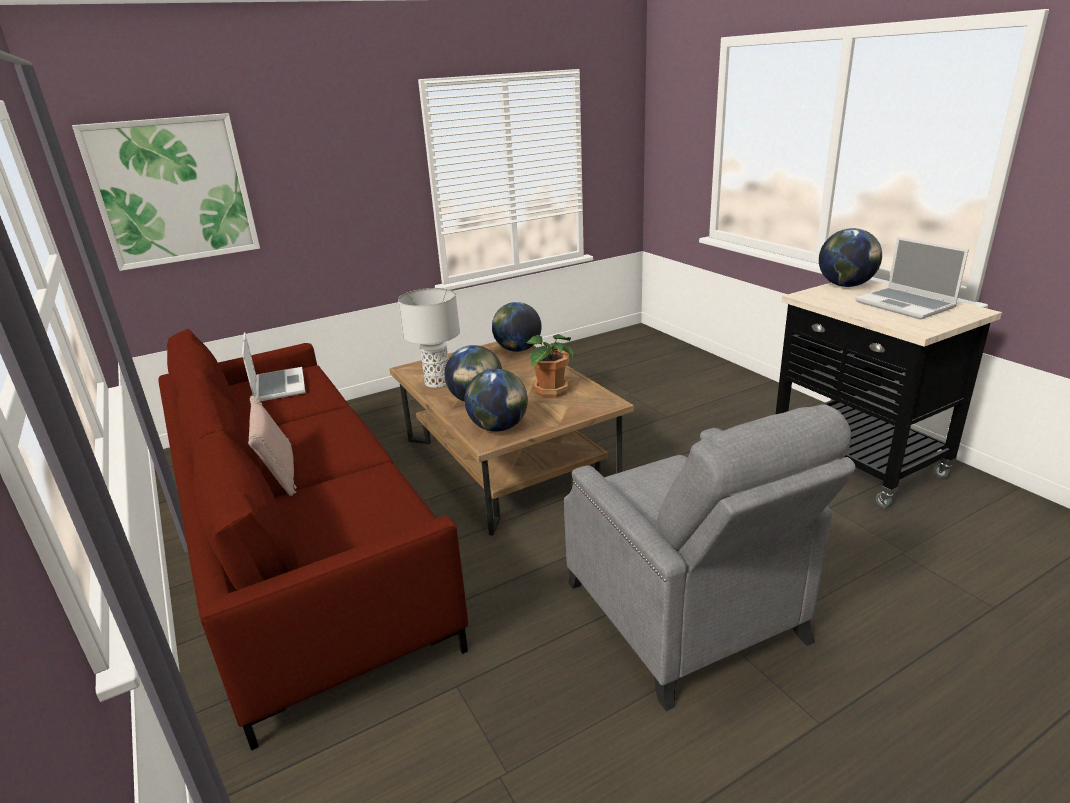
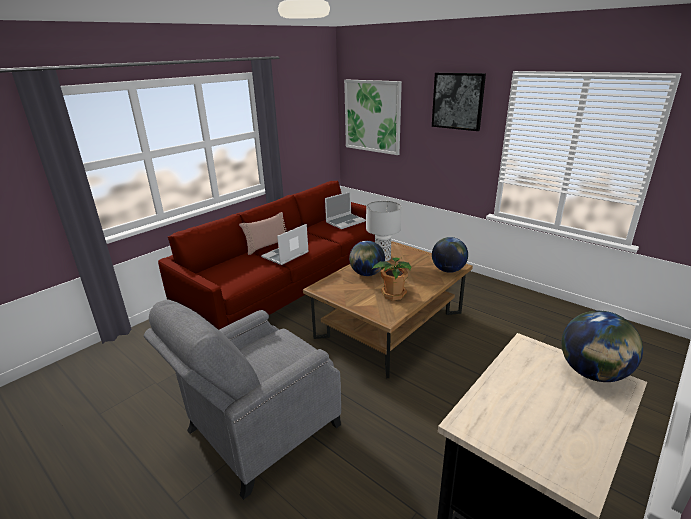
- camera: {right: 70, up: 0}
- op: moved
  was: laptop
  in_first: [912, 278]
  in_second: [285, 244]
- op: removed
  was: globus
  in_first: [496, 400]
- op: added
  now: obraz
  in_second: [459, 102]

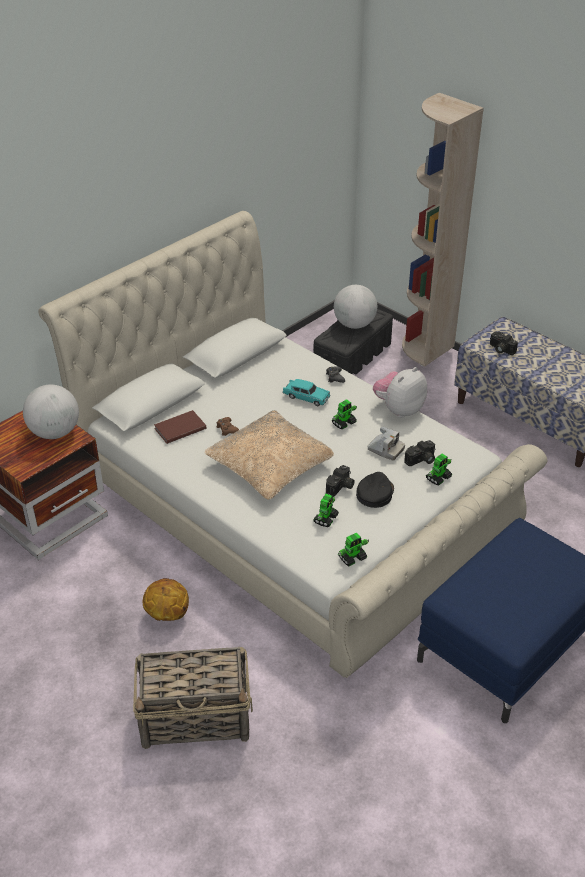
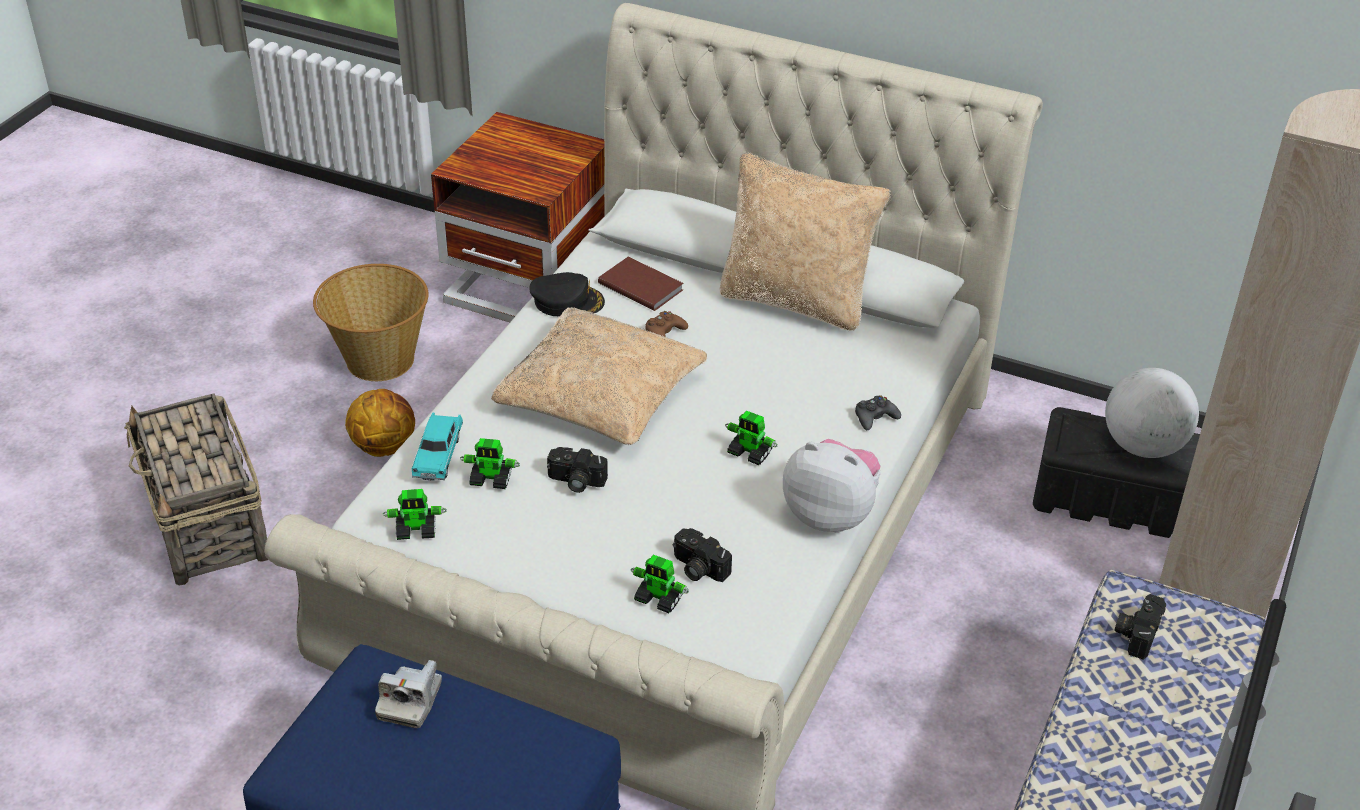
- camera: {right: 70, up: 0}
- op: moved
  was: samochodzik [turkusowy]
  in_first: [306, 392]
  in_second: [437, 446]
- op: removed
  was: globus
  in_first: [51, 412]
- op: moved
  was: aparat fotograficzny
  in_first: [386, 443]
  in_second: [408, 694]
- op: moved
  was: czapka z daszkiem [czarny]
  in_first: [375, 490]
  in_second: [567, 294]
- op: turned
  was: robot zabawkowy
  in_first: [353, 549]
  in_second: [415, 514]
  clockwise: -45
- op: added
  now: poduszka [beżowy]
  in_second: [805, 242]
- op: added
  now: koszyk
  in_second: [370, 322]

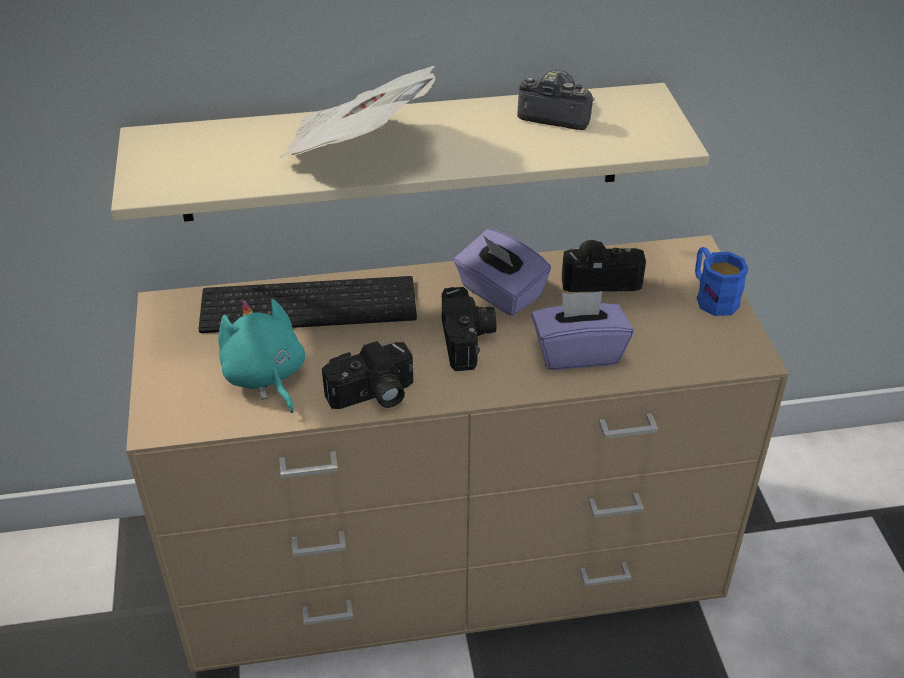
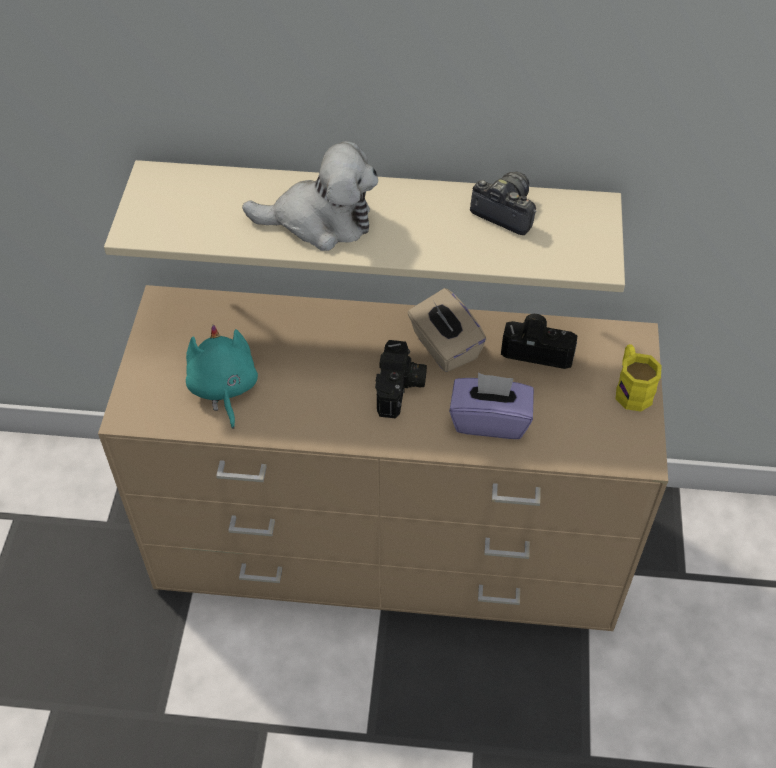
- camera: {right: 15, up: 10}
- op: replaced
  was: gazeta
  now: pluszak
  in_first: [357, 112]
  in_second: [310, 196]
- op: recoloured
  was: pudełko chusteczek [fioletowy]
  now: pudełko chusteczek [beżowy]
  in_first: [502, 272]
  in_second: [446, 330]
- op: recoloured
  was: kubek [niebieski]
  now: kubek [żółty]
  in_first: [721, 281]
  in_second: [639, 378]
- op: removed
  was: klawiatura
  in_first: [308, 304]
- op: removed
  was: aparat fotograficzny
  in_first: [367, 375]

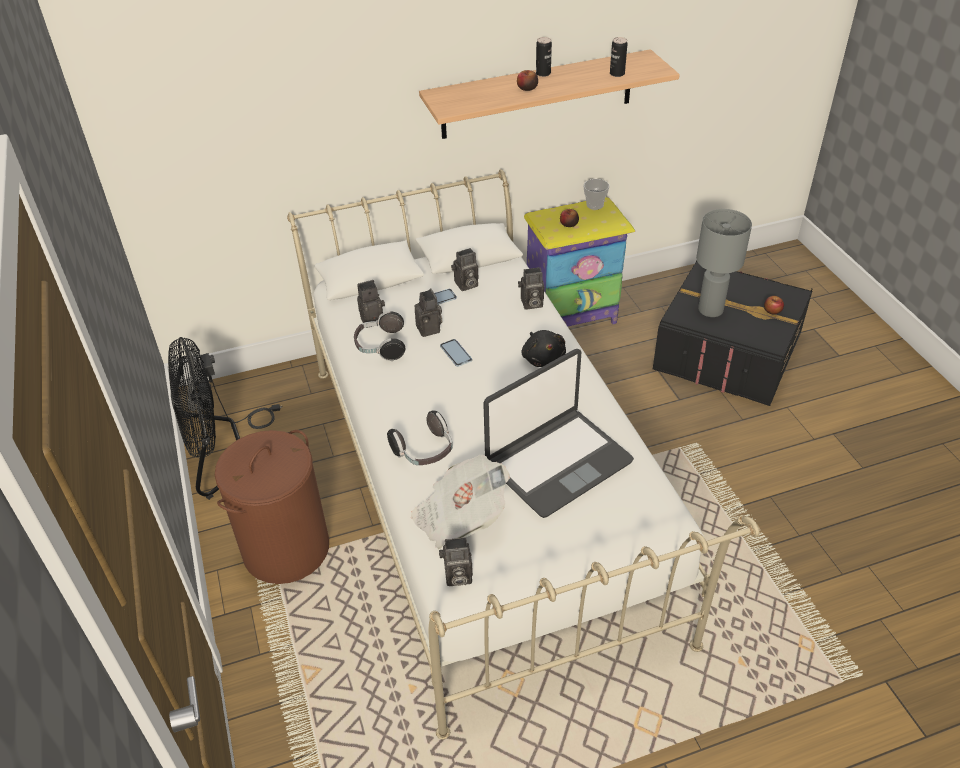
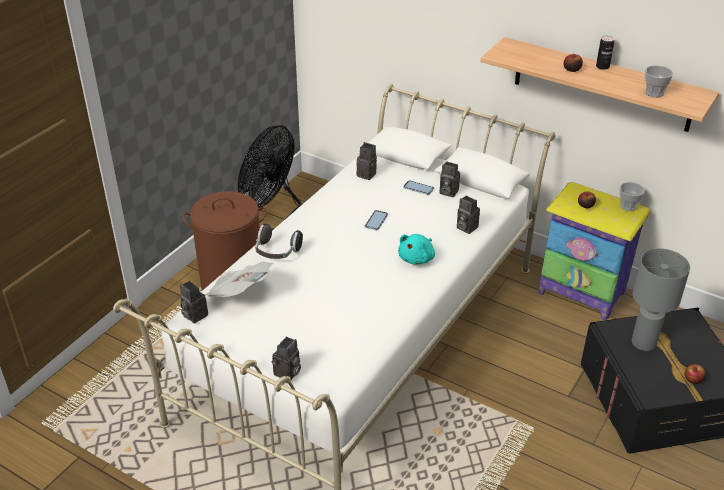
- camera: {right: 50, up: -5}
- op: replaced
  was: puszka
  now: filiżanka
  in_first: [619, 57]
  in_second: [659, 81]
- op: moved
  was: aparat fotograficzny
  in_first: [428, 312]
  in_second: [286, 358]
- op: removed
  was: słuchawki
  in_first: [379, 336]
- op: recoloured
  was: pluszak [czarny]
  now: pluszak [turkusowy]
  in_first: [543, 348]
  in_second: [416, 249]
- op: removed
  was: laptop
  in_first: [558, 433]

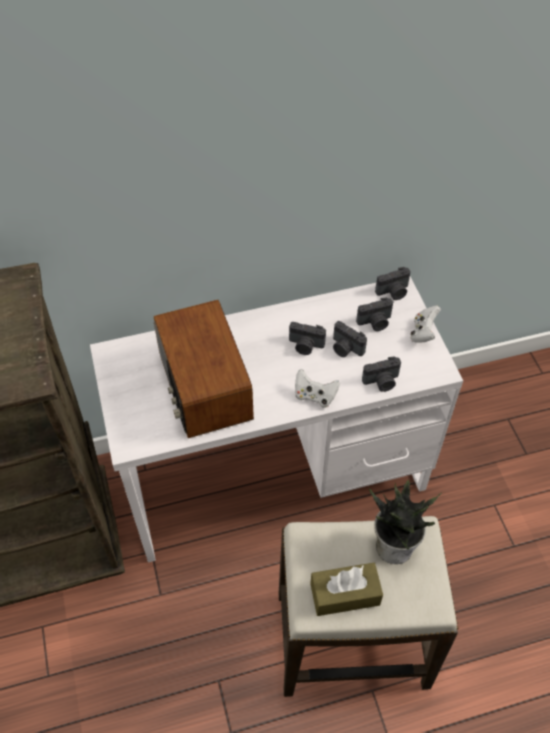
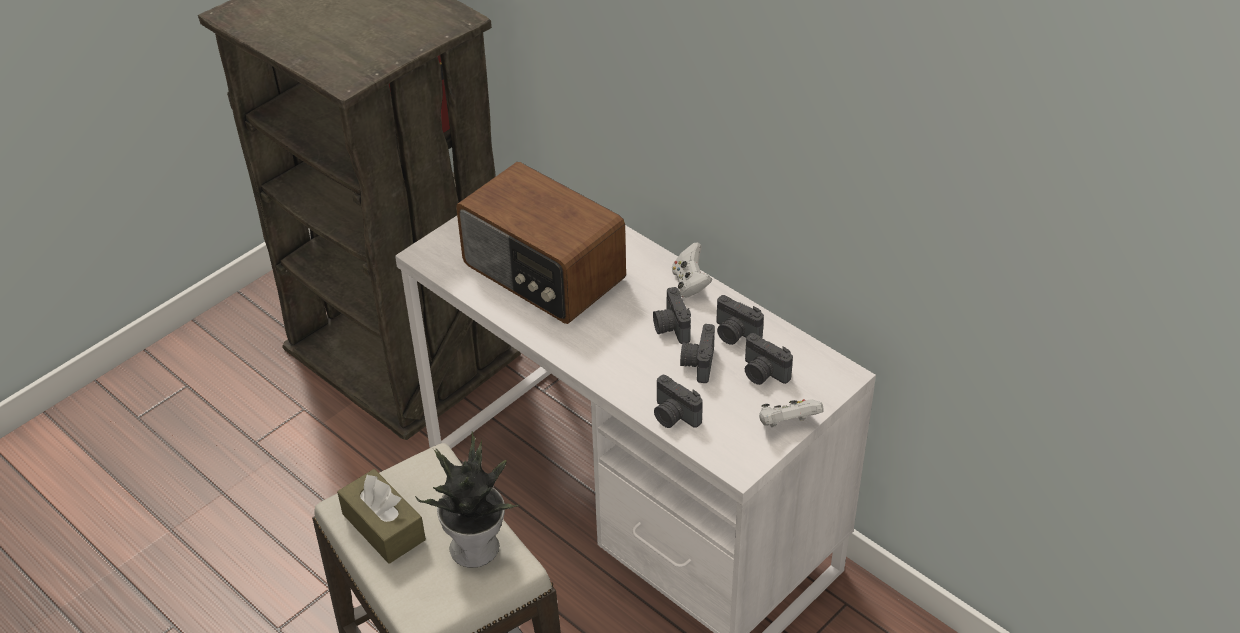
- camera: {right: 60, up: -10}
- op: moved
  was: aparat fotograficzny
  in_first: [393, 283]
  in_second: [740, 320]
- op: turned
  was: radio
  in_first: [204, 369]
  in_second: [541, 243]
  clockwise: -90
- op: moved
  was: pad do gier [biały]
  in_first: [317, 388]
  in_second: [692, 270]

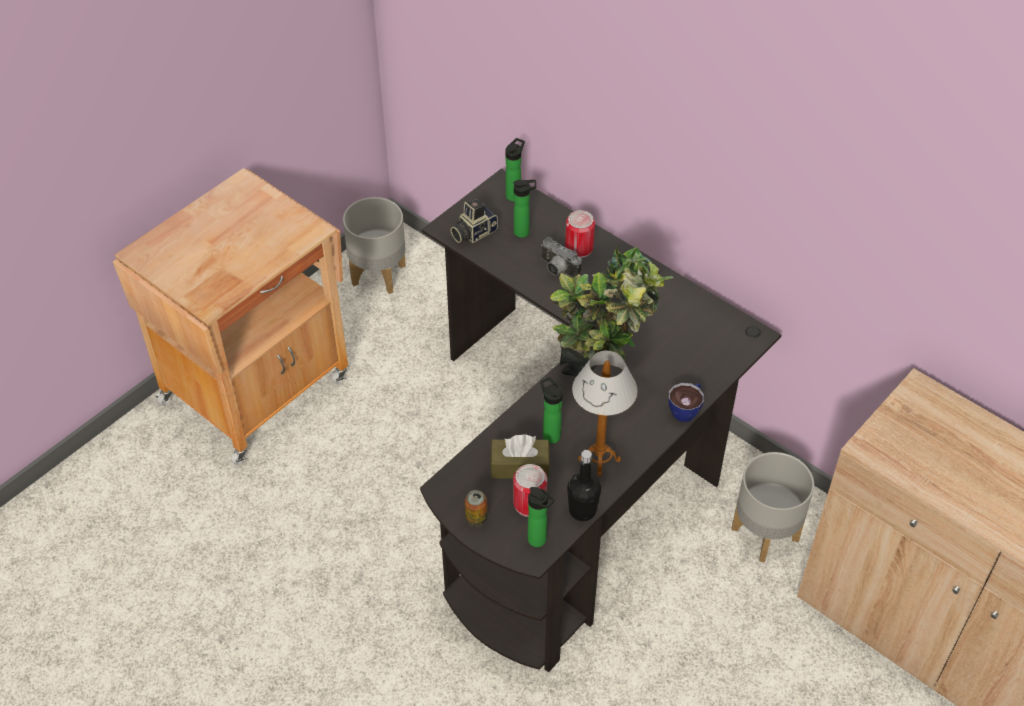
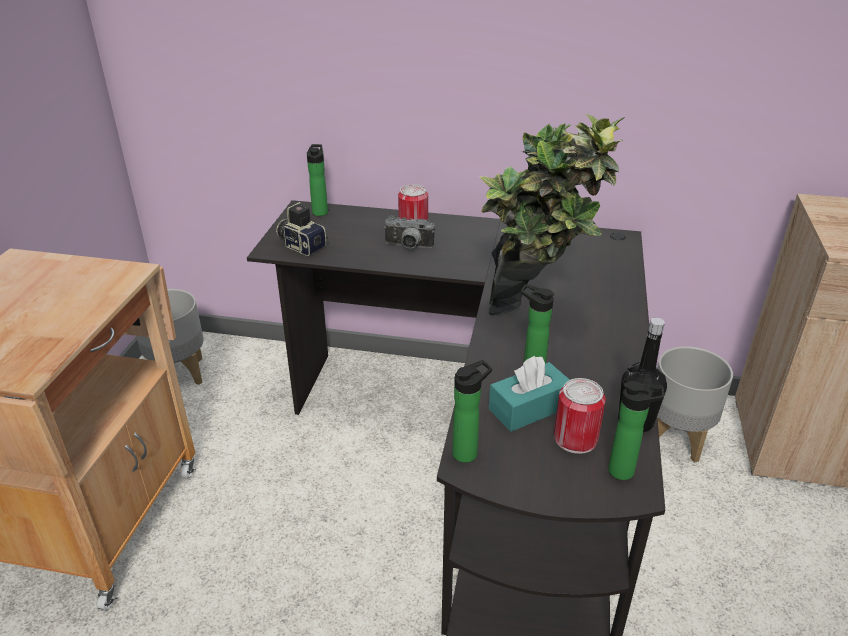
- camera: {right: -30, up: -15}
- op: moved
  was: butelka
  in_first: [524, 209]
  in_second: [472, 411]
- op: turned
  was: aparat fotograficzny
  in_first: [474, 221]
  in_second: [302, 229]
  clockwise: 105
- op: removed
  was: lampa stołowa
  in_first: [605, 413]
- op: removed
  was: filiżanka
  in_first: [686, 402]
- op: recoloured
  was: pudełko chusteczek [brązowy]
  now: pudełko chusteczek [turkusowy]
  in_first: [520, 456]
  in_second: [529, 394]
- op: removed
  was: puszka
  in_first: [476, 508]

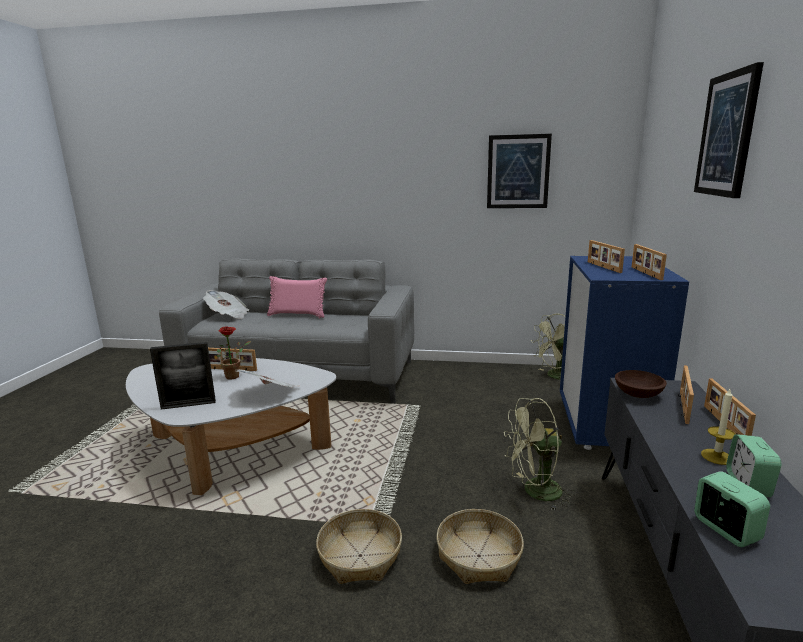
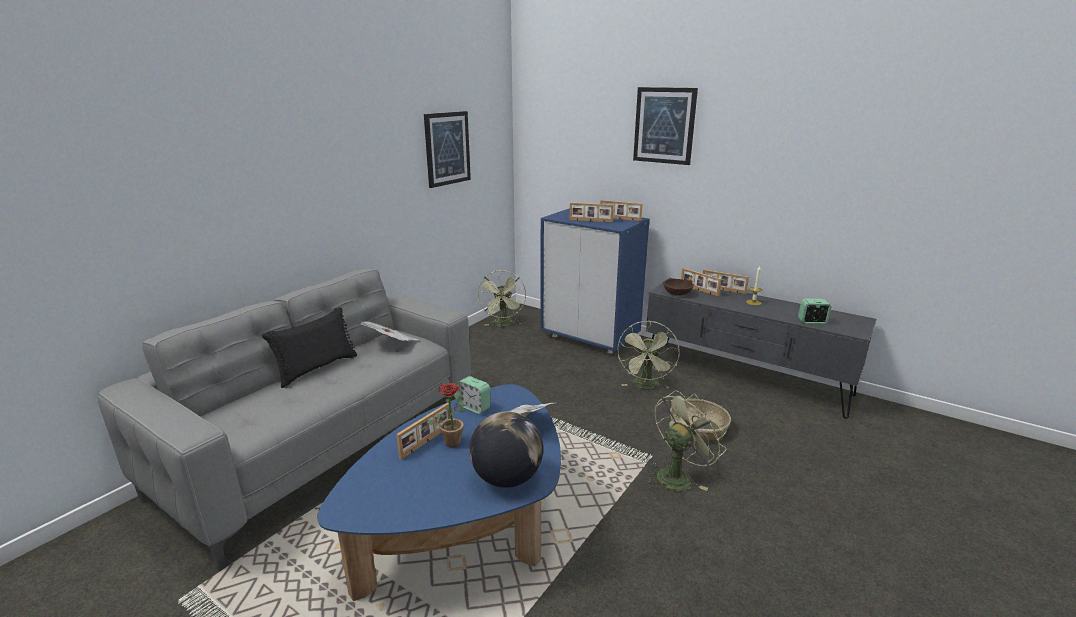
- camera: {right: -65, up: 5}
- op: recoloured
  was: poduszka [różowy]
  now: poduszka [czarny]
  in_first: [297, 297]
  in_second: [309, 347]
- op: moved
  was: gazeta
  in_first: [226, 304]
  in_second: [389, 331]
- op: replaced
  was: ramka na zdjęcie
  now: globus
  in_first: [183, 376]
  in_second: [506, 449]
- op: recoloured
  was: ława [biały]
  now: ława [niebieski]
  in_first: [231, 426]
  in_second: [439, 492]
- op: moved
  was: budzik
  in_first: [753, 465]
  in_second: [474, 395]
- op: replaced
  was: koszyk
  now: wentylator [zielony]
  in_first: [359, 546]
  in_second: [686, 440]

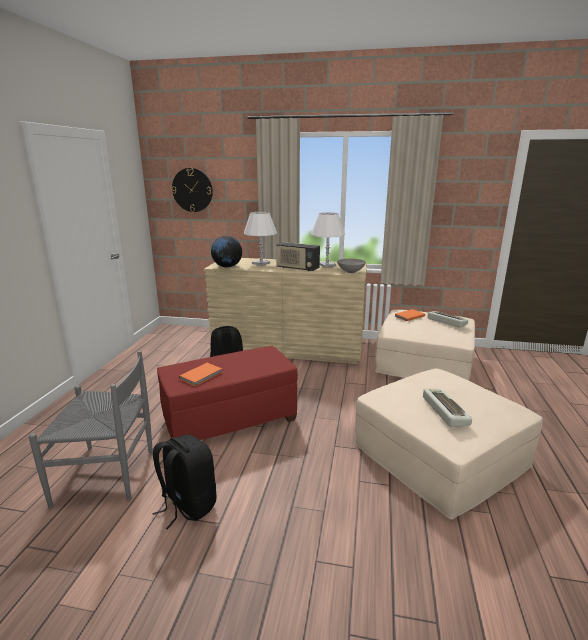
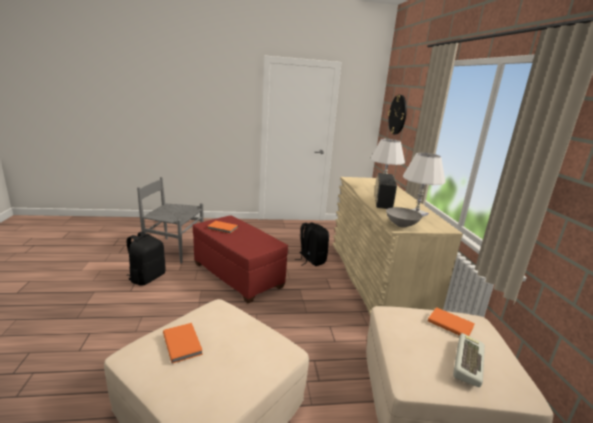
- camera: {right: 70, up: 0}
- op: removed
  was: globus
  in_first: [226, 251]
- op: turned
  was: krzesło [szary]
  in_first: [91, 429]
  in_second: [170, 220]
  clockwise: 120
- op: replaced
  was: klawiatura
  now: książka [pomarańczowy]
  in_first: [447, 407]
  in_second: [183, 343]

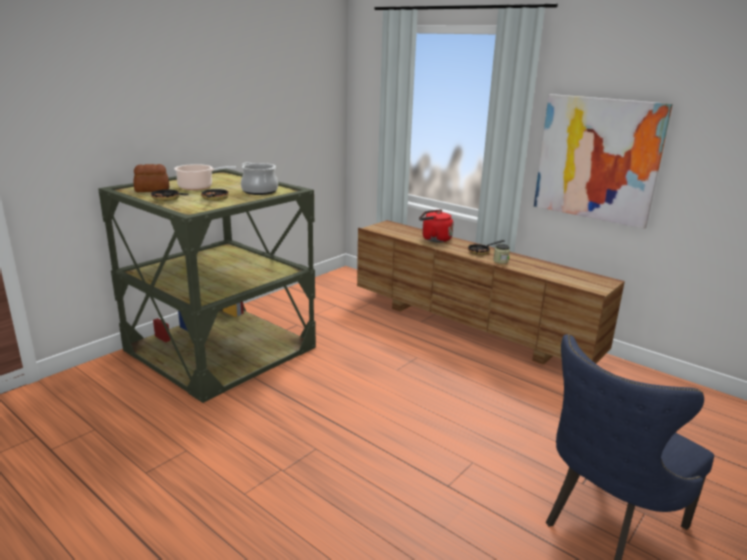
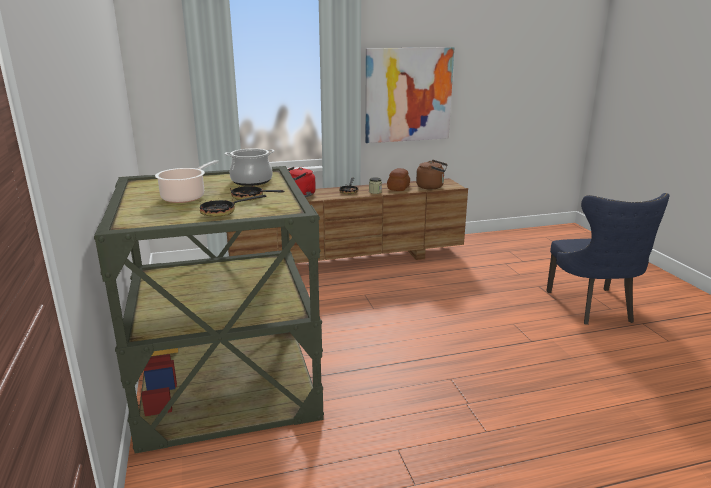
- camera: {right: -55, up: 0}
- op: moved
  was: chleb
  in_first: [151, 178]
  in_second: [398, 179]
- op: added
  now: czajnik [brązowy]
  in_second: [432, 175]

